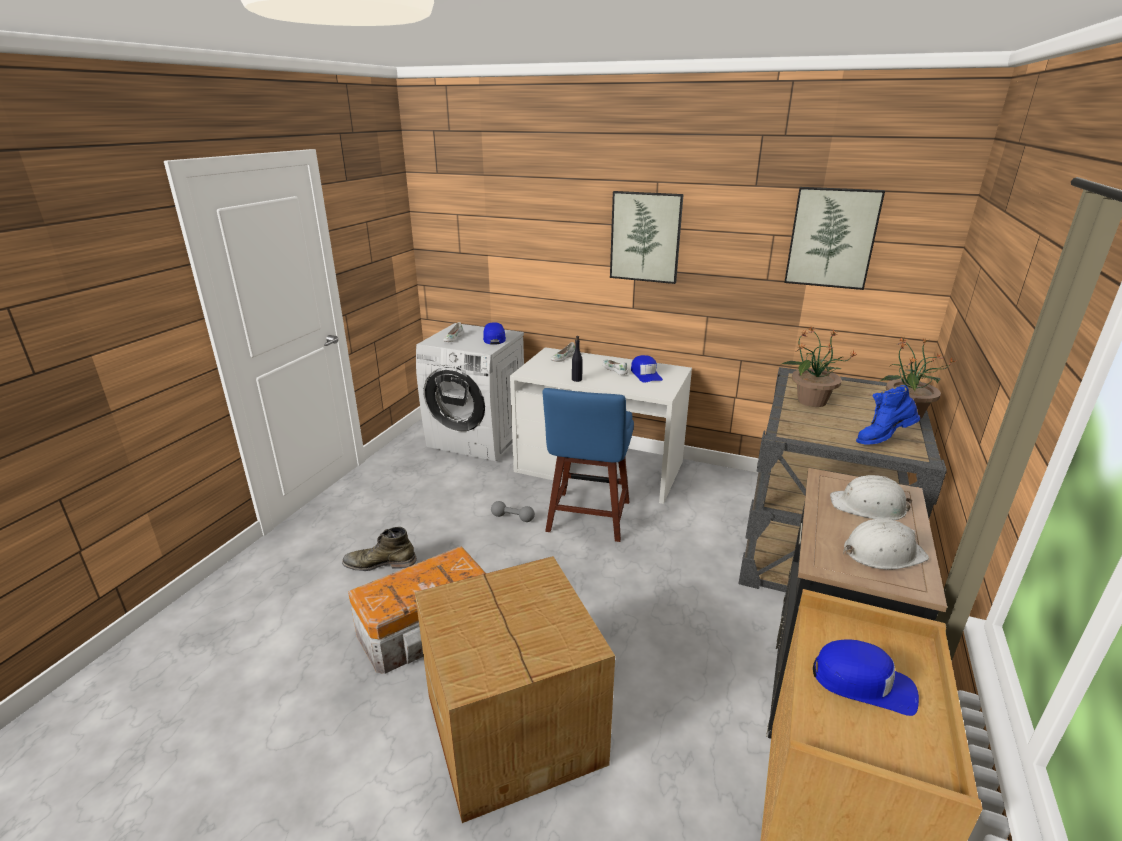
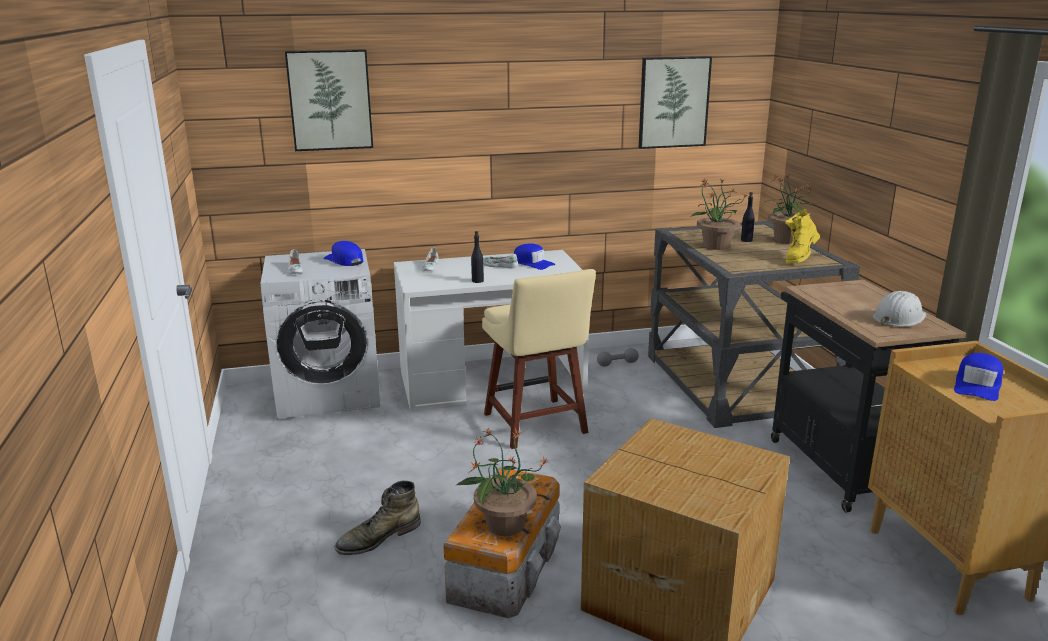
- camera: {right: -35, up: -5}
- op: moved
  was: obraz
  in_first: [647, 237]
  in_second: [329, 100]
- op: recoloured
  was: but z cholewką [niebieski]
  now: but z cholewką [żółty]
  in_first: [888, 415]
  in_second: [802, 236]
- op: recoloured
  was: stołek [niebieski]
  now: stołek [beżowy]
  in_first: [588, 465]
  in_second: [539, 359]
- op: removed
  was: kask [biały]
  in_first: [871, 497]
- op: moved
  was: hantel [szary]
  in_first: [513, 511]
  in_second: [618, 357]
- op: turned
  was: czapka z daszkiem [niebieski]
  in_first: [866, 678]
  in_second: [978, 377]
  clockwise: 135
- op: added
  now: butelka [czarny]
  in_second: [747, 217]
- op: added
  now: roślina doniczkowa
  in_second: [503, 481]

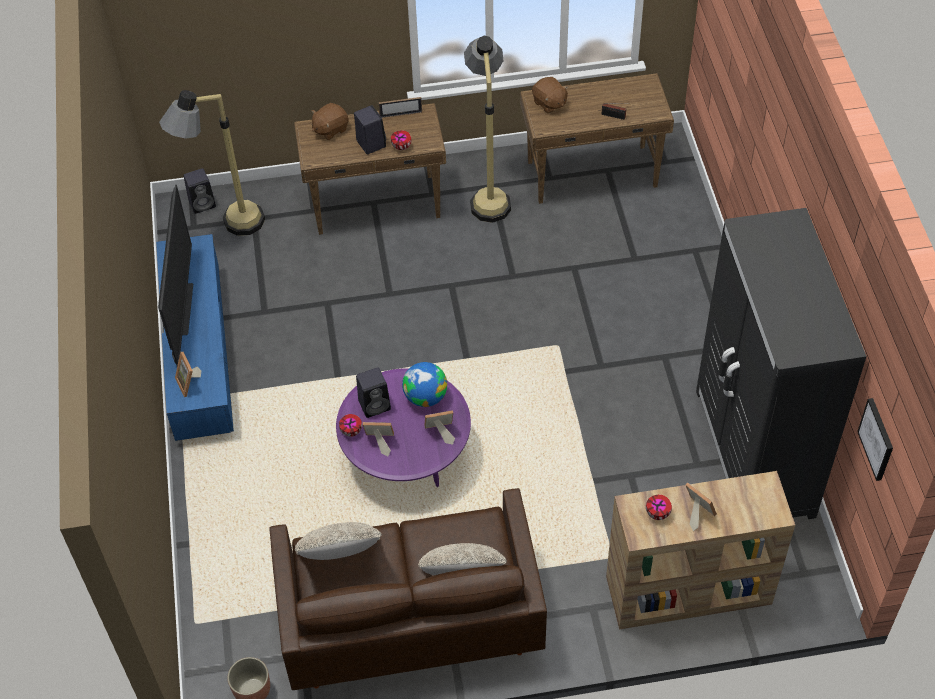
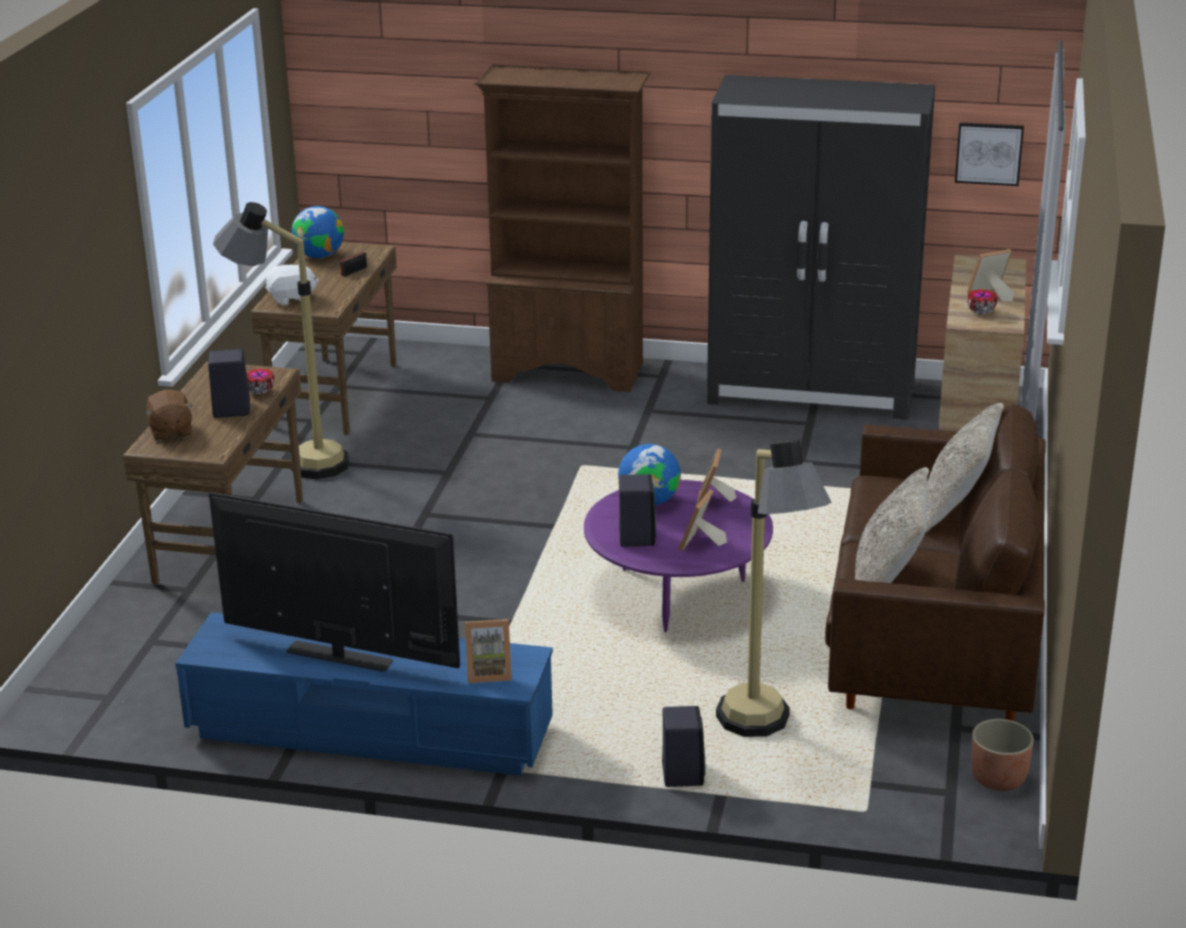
- camera: {right: -70, up: -25}
- op: recoloured
  was: pluszak [brązowy]
  now: pluszak [biały]
  in_first: [550, 95]
  in_second: [292, 285]
- op: moved
  was: lampa stojąca
  in_first: [212, 163]
  in_second: [774, 588]
- op: removed
  was: ramka na zdjęcie
  in_first: [400, 107]
- op: moved
  was: głośnik [czarny]
  in_first: [199, 191]
  in_second: [683, 746]
- op: removed
  was: miska
  in_first: [350, 425]
- op: added
  now: regał [brązowy]
  in_second: [563, 228]
- op: added
  now: globus
  in_second: [318, 232]

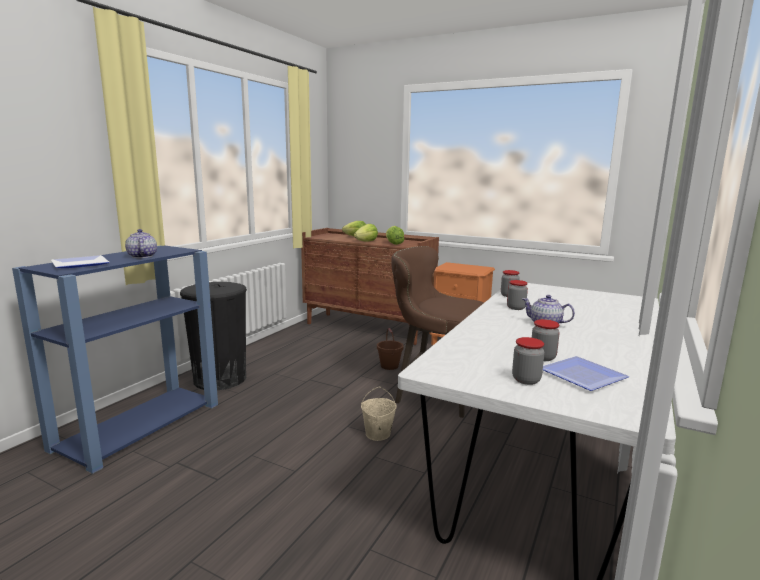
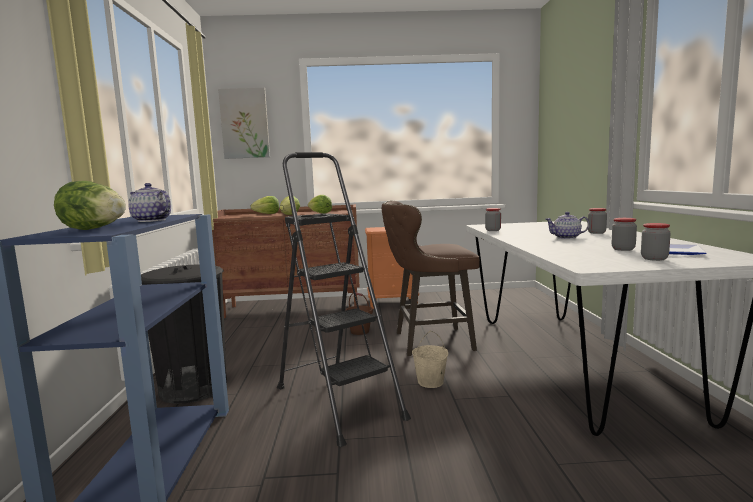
- camera: {right: -30, up: -5}
- op: replaced
  was: talerz
  now: sałata
  in_first: [80, 261]
  in_second: [90, 205]
- op: moved
  was: słoik
  in_first: [517, 295]
  in_second: [597, 221]
- op: added
  now: obraz
  in_second: [244, 123]
- op: added
  now: drabinka
  in_second: [344, 299]

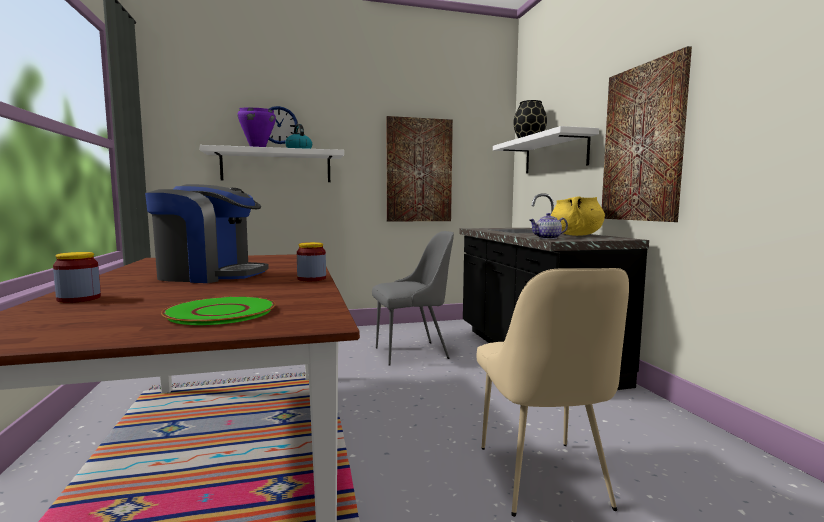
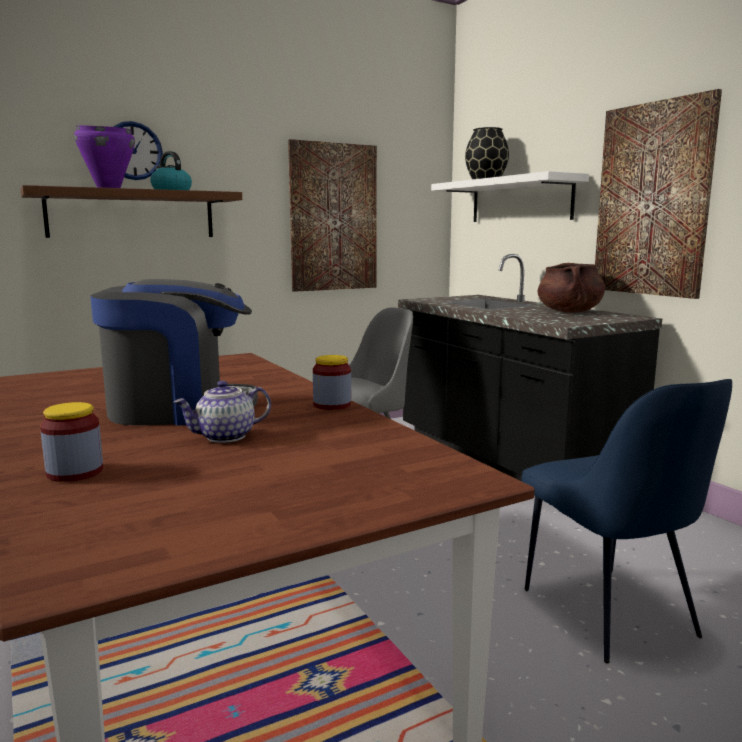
- camera: {right: -15, up: 5}
- op: recoloured
  was: półka [biały]
  now: półka [brązowy]
  in_first: [272, 163]
  in_second: [131, 211]
- op: recoloured
  was: garnek [żółty]
  now: garnek [brązowy]
  in_first: [578, 216]
  in_second: [571, 288]
- op: moved
  was: imbryk
  in_first: [548, 226]
  in_second: [222, 412]
- op: recoloured
  was: krzesło [beżowy]
  now: krzesło [niebieski]
  in_first: [553, 392]
  in_second: [627, 521]
- op: removed
  was: talerz [zielony]
  in_first: [218, 310]

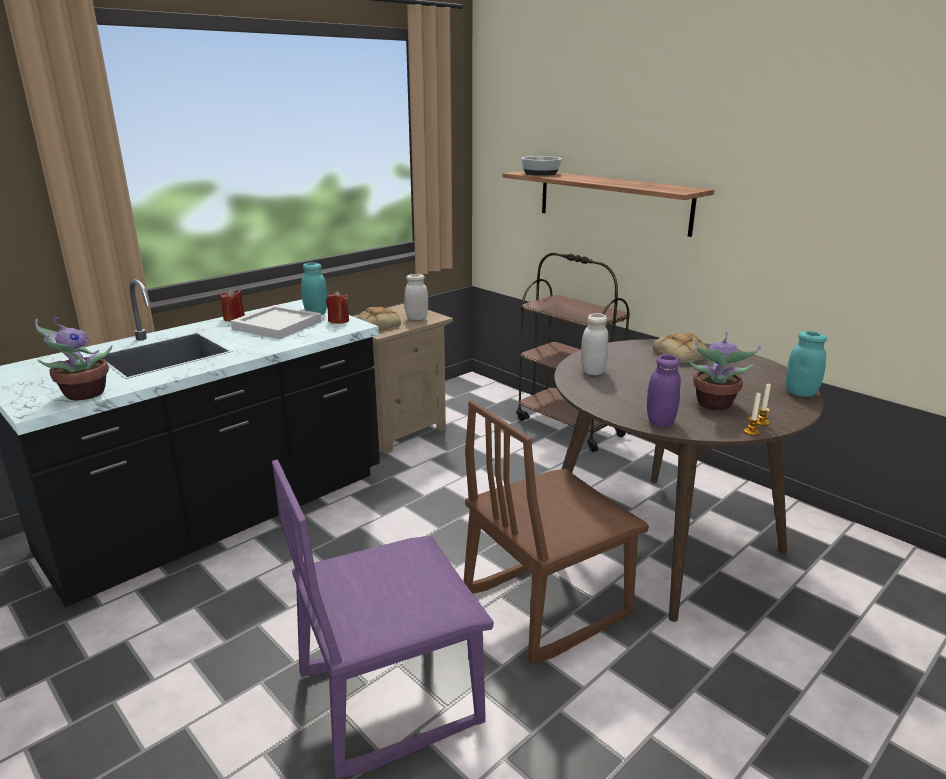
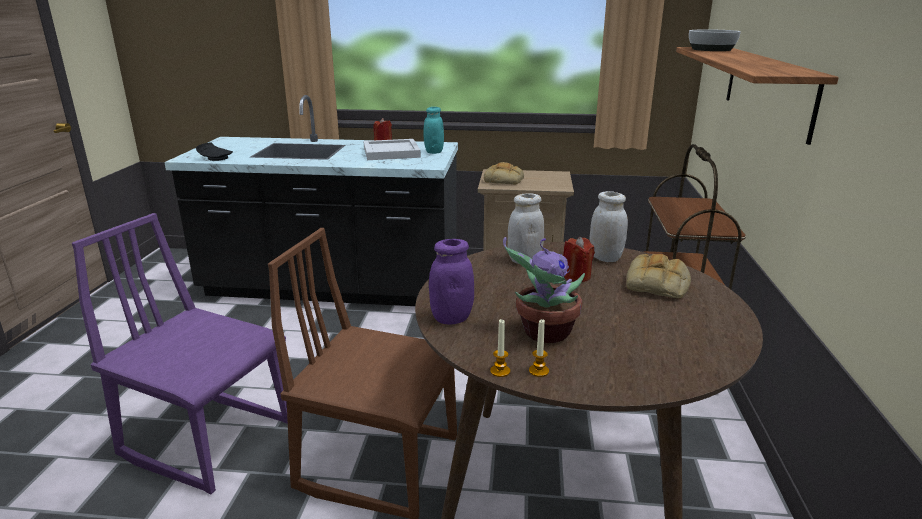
- camera: {right: 50, up: 0}
- op: moved
  was: słoik [biały]
  in_first: [416, 297]
  in_second: [608, 226]
- op: moved
  was: świeca [czerwony]
  in_first: [337, 307]
  in_second: [579, 259]
- op: replaced
  was: roślina doniczkowa
  now: talerz [czarny]
  in_first: [73, 358]
  in_second: [214, 151]
- op: removed
  was: słoik [turkusowy]
  in_first: [806, 364]

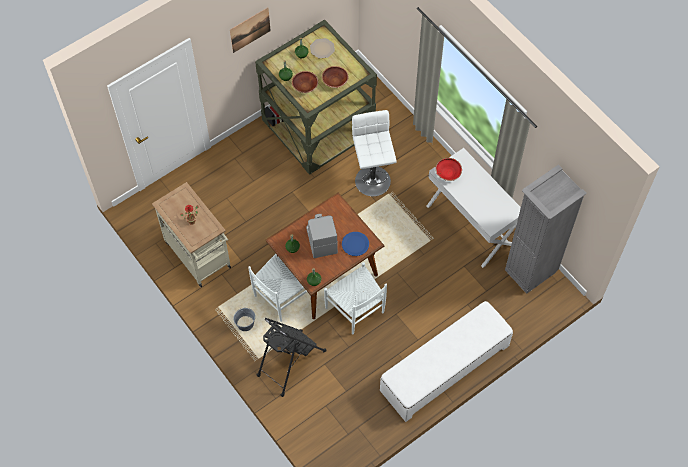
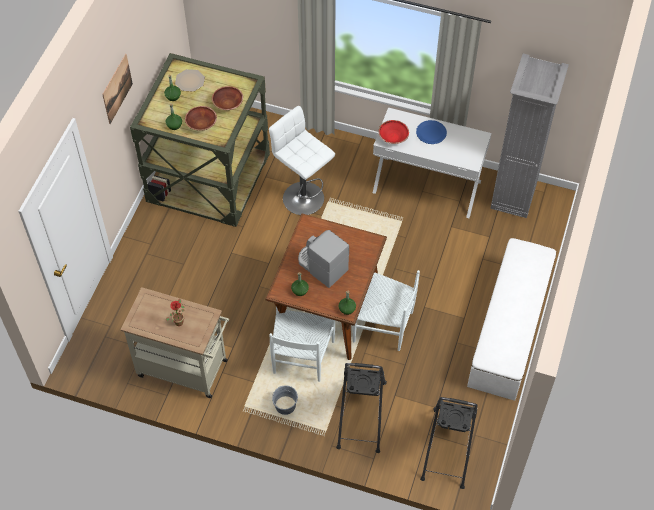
- camera: {right: -35, up: -5}
- op: moved
  was: talerz [niebieski]
  in_first: [355, 244]
  in_second: [431, 132]
- op: added
  now: drabinka
  in_second: [449, 443]

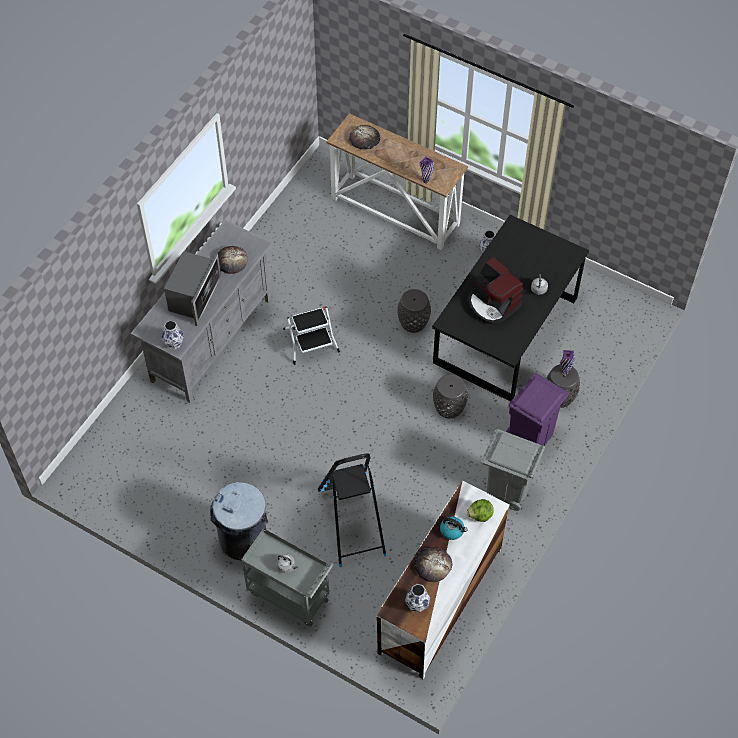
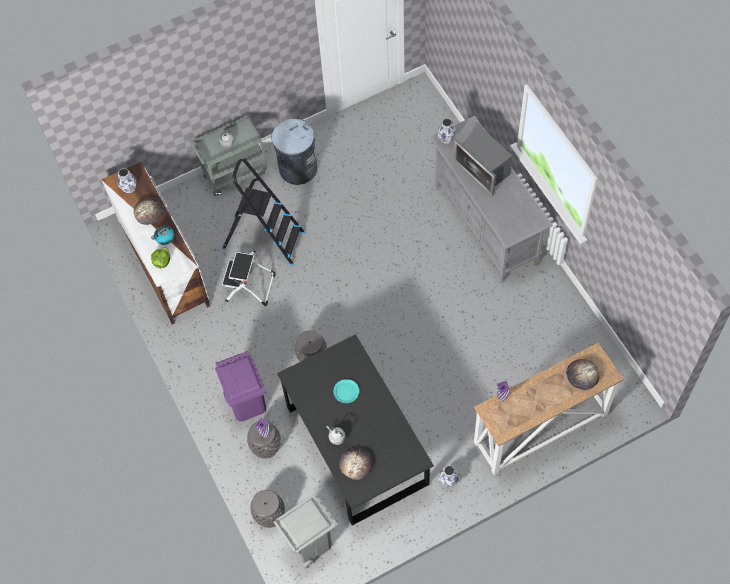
- camera: {right: 125, up: 5}
- op: moved
  was: chleb
  in_first: [232, 260]
  in_second: [356, 464]
- op: replaced
  was: ekspres do kawy
  now: talerz [turkusowy]
  in_first: [495, 291]
  in_second: [346, 391]
- op: moved
  was: stołek [szary]
  in_first: [414, 311]
  in_second: [267, 509]
- op: moved
  was: drabinka
  in_first: [311, 335]
  in_second: [249, 279]
- op: moved
  was: kosz na śmieci [szary]
  in_first: [513, 470]
  in_second: [306, 531]

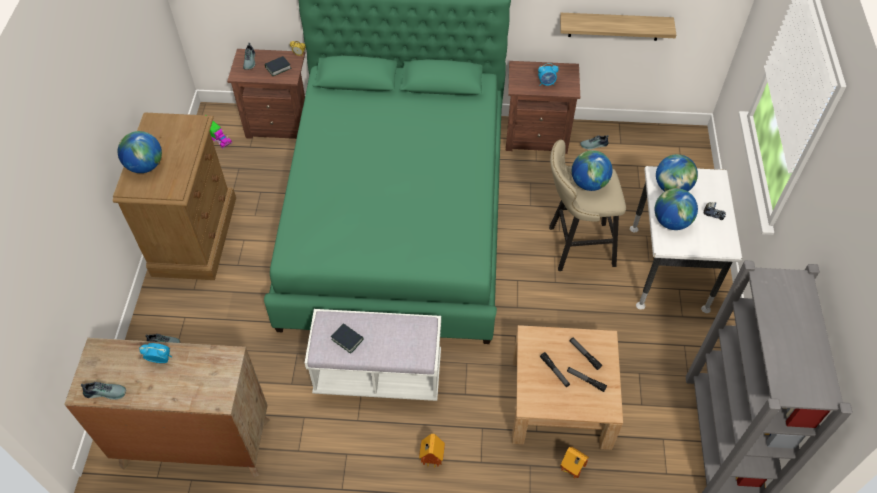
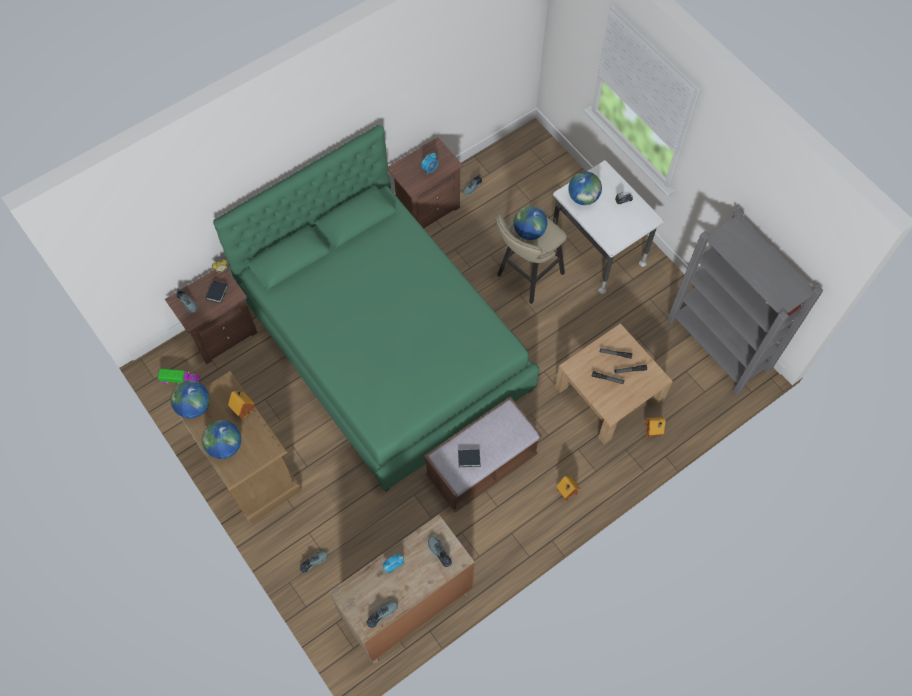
- camera: {right: -40, up: 10}
- op: removed
  was: półka
  in_first: [618, 27]
- op: moved
  was: globus
  in_first: [676, 209]
  in_second: [190, 399]
- op: recoloured
  was: ławka [biały]
  now: ławka [brązowy]
  in_first: [373, 355]
  in_second: [483, 454]
- op: added
  now: domek
  in_second: [241, 405]
- op: added
  now: but
  in_second: [440, 551]

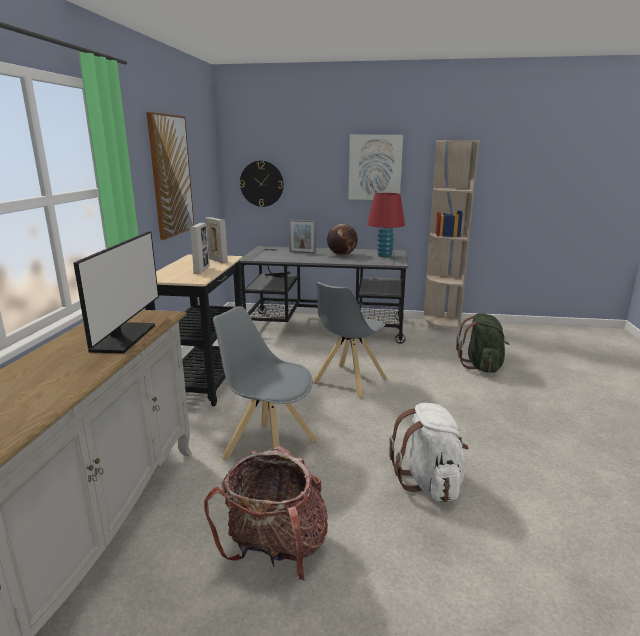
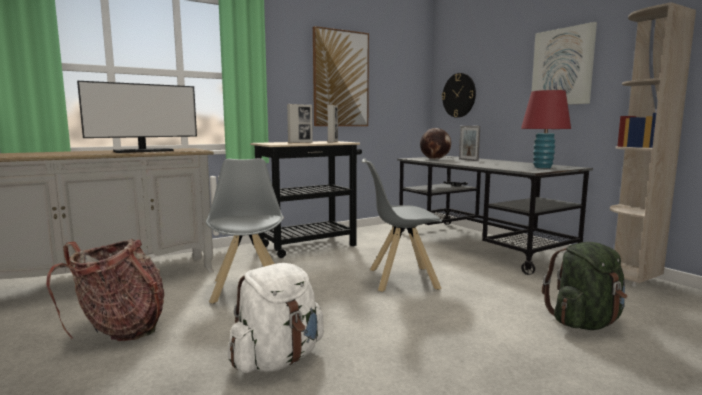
- camera: {right: 50, up: -10}
- op: moved
  was: globus
  in_first: [342, 239]
  in_second: [435, 143]

